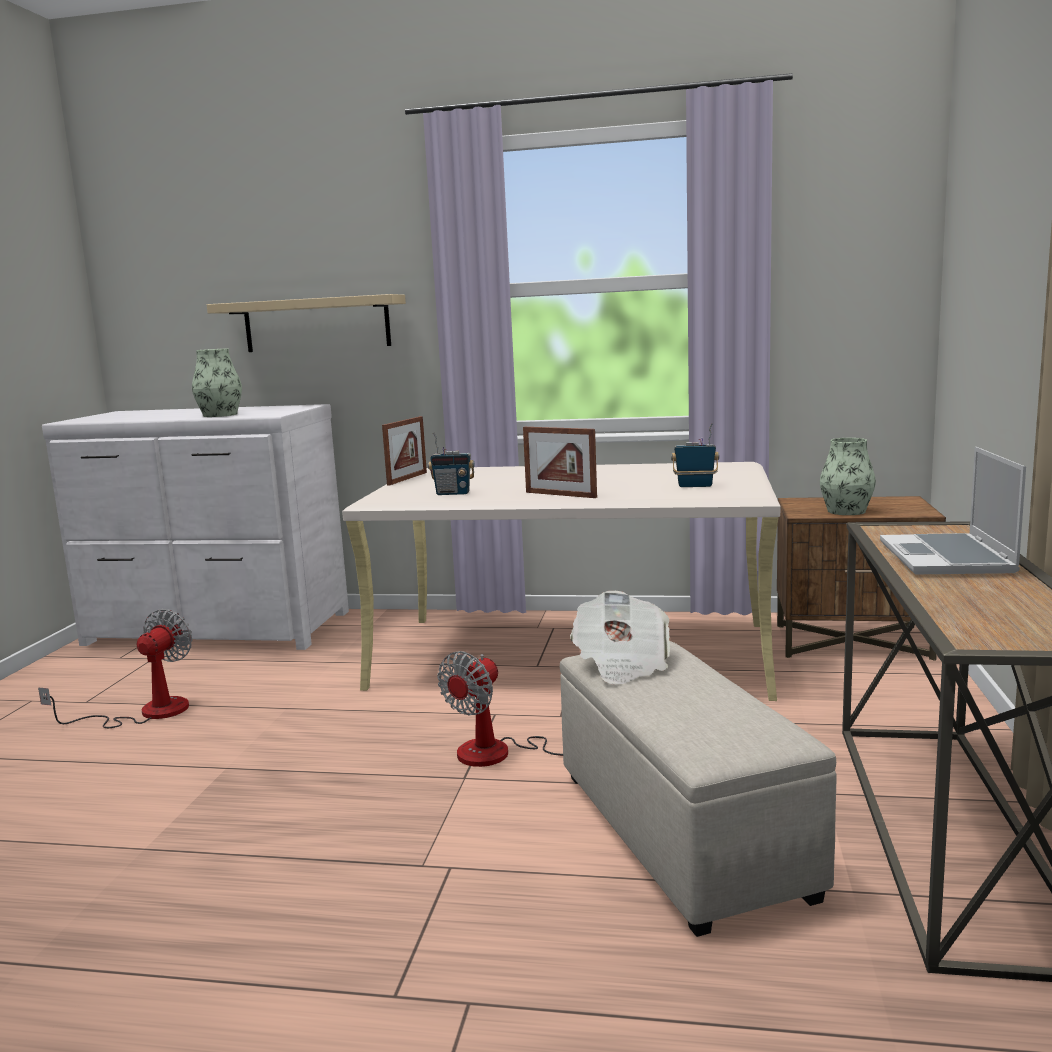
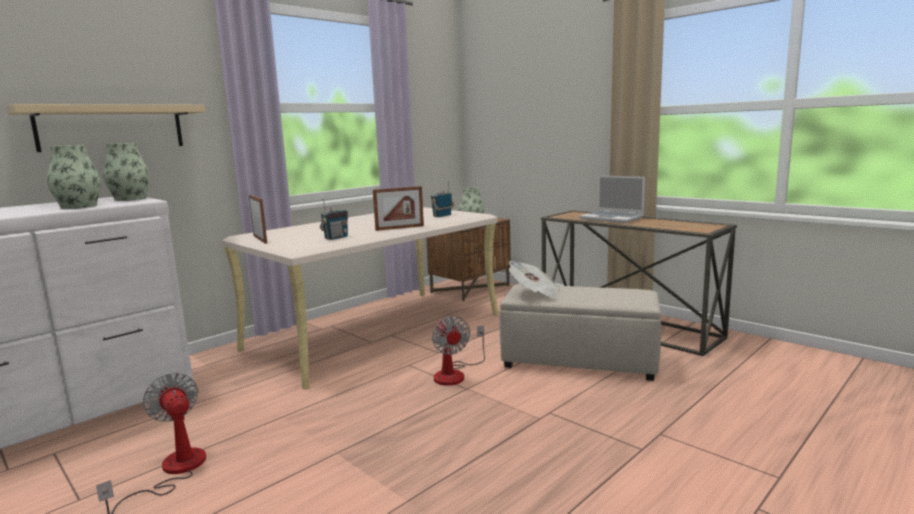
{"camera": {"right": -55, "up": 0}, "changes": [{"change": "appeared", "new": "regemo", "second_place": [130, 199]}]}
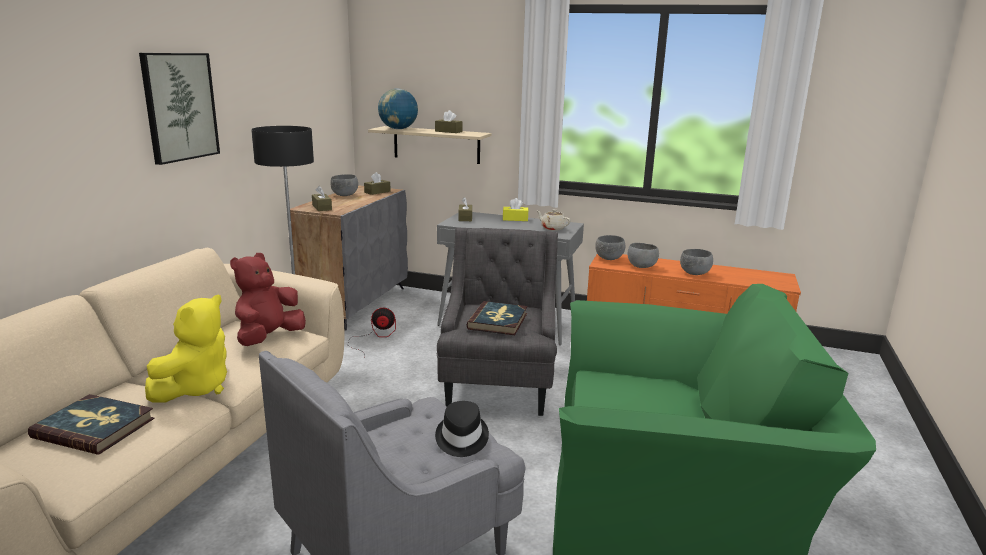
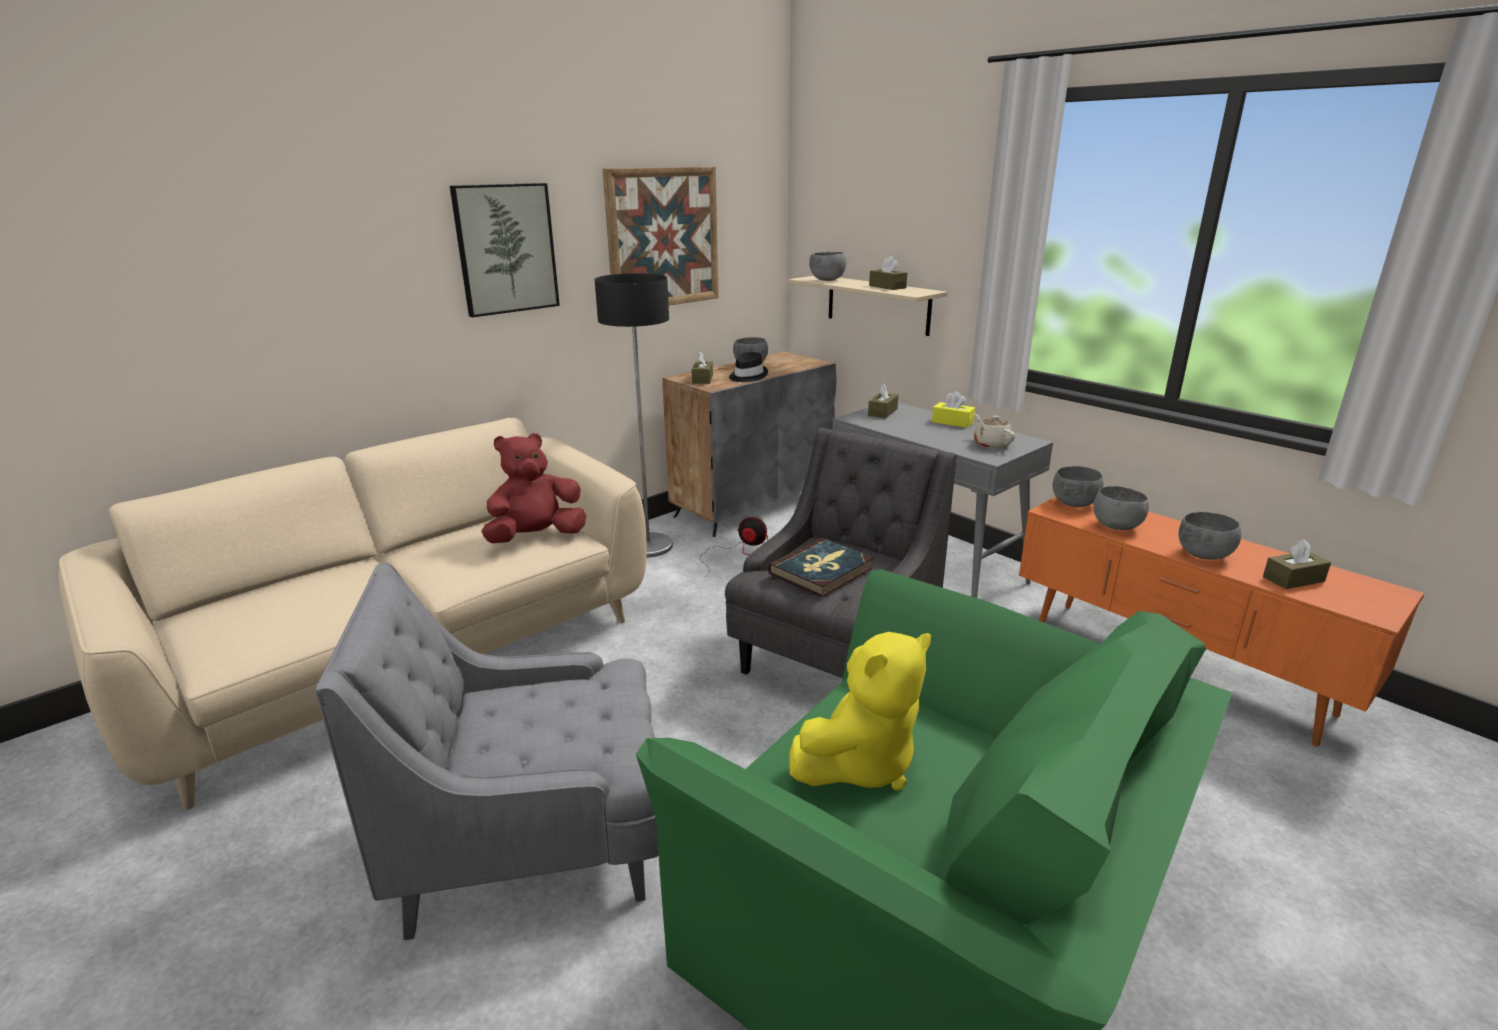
{"camera": {"right": 30, "up": 5}, "changes": [{"change": "appeared", "new": "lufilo", "second_place": [663, 238]}, {"change": "relocated", "old": "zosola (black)", "first_place": [461, 438], "second_place": [747, 376]}, {"change": "relocated", "old": "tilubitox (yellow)", "first_place": [196, 388], "second_place": [861, 763]}, {"change": "exchanged", "old": "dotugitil", "new": "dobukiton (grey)", "first_place": [398, 129], "second_place": [826, 280]}, {"change": "relocated", "old": "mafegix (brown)", "first_place": [377, 192], "second_place": [1293, 579]}, {"change": "missing", "old": "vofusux", "first_place": [95, 428]}]}
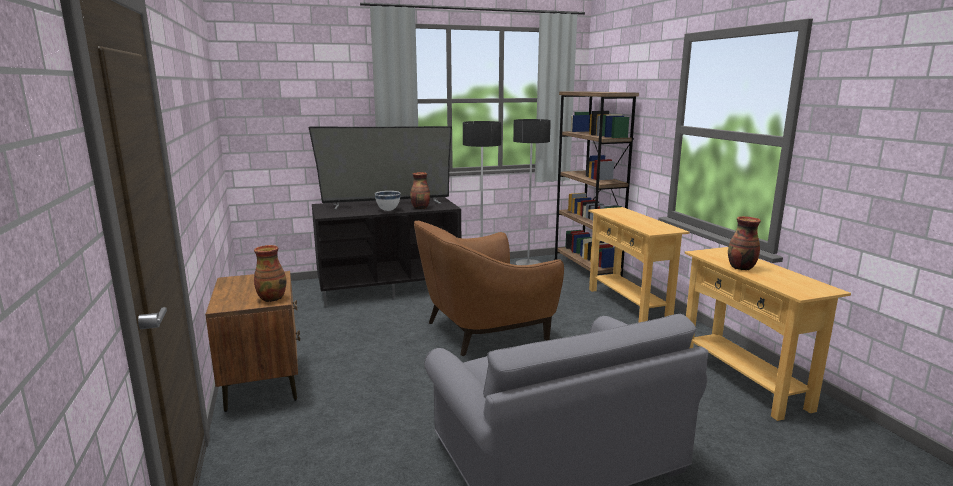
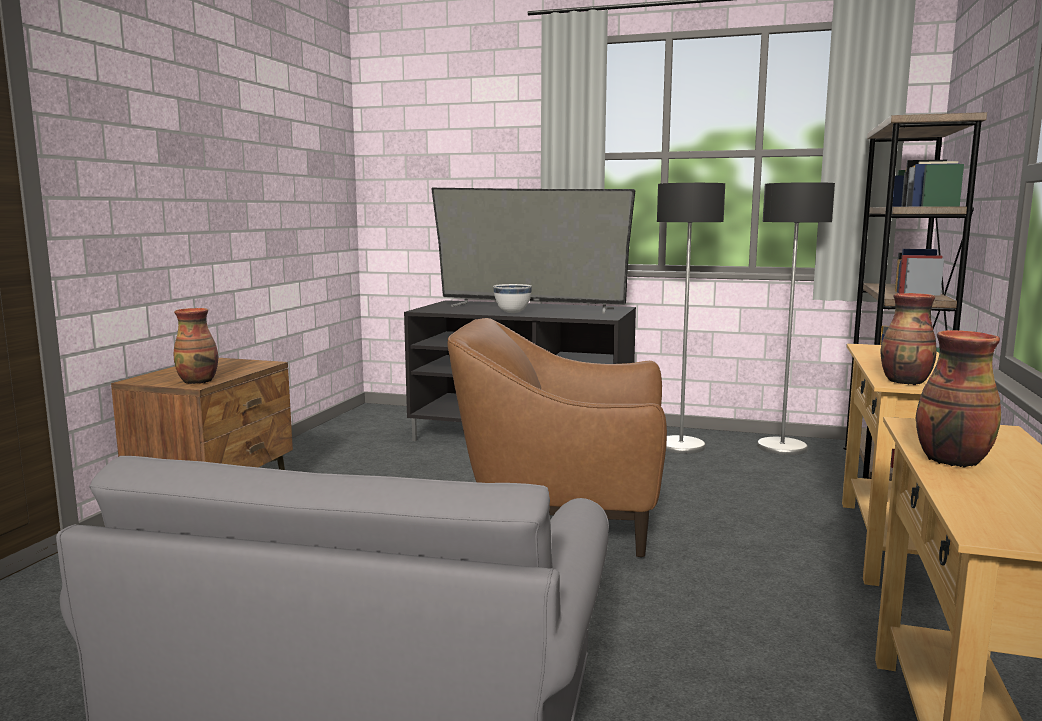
{"camera": {"right": 35, "up": -5}, "changes": [{"change": "relocated", "old": "regemo", "first_place": [420, 208], "second_place": [906, 382]}]}
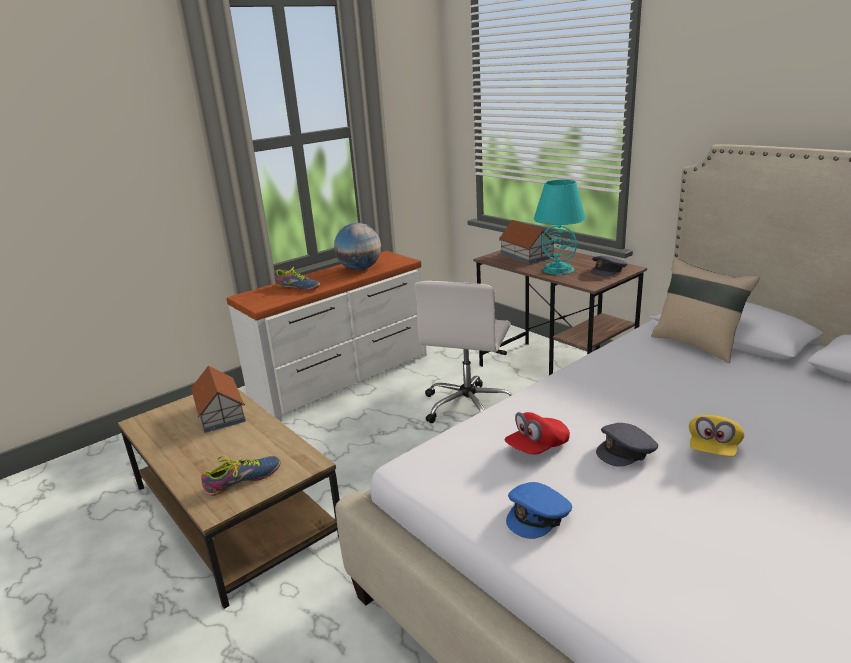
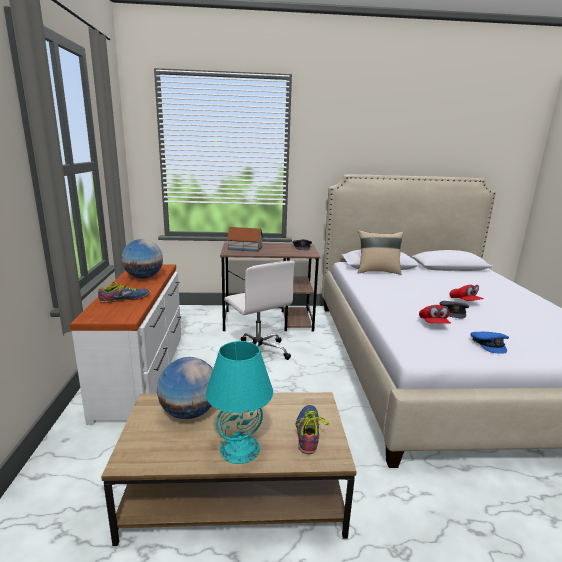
{"camera": {"right": -55, "up": -5}, "changes": [{"change": "exchanged", "old": "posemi", "new": "dotugitil", "first_place": [220, 412], "second_place": [189, 412]}, {"change": "relocated", "old": "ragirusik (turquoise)", "first_place": [558, 269], "second_place": [240, 448]}, {"change": "colour", "old": "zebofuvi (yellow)", "new": "zebofuvi (red)", "first_place": [713, 449], "second_place": [465, 301]}]}
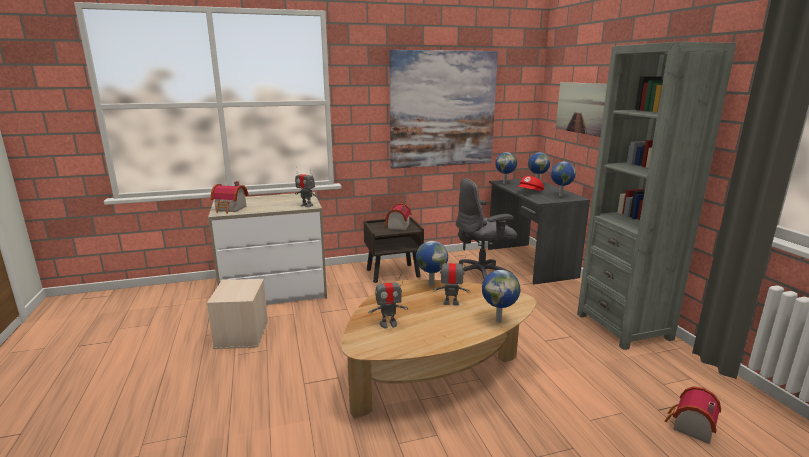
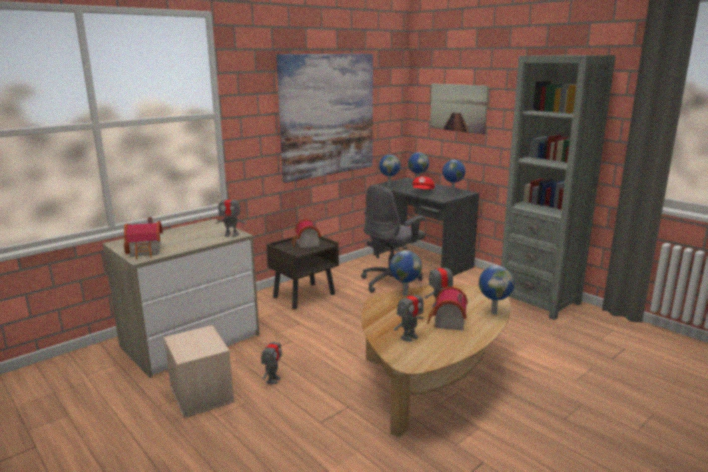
{"camera": {"right": -25, "up": 0}, "changes": [{"change": "appeared", "new": "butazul", "second_place": [273, 380]}, {"change": "relocated", "old": "posemi", "first_place": [690, 427], "second_place": [447, 322]}]}
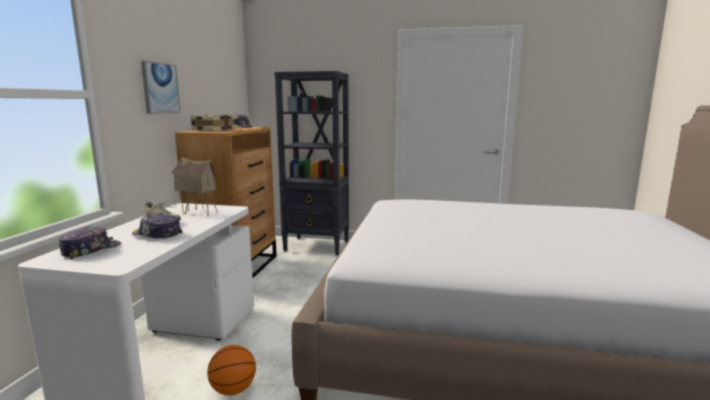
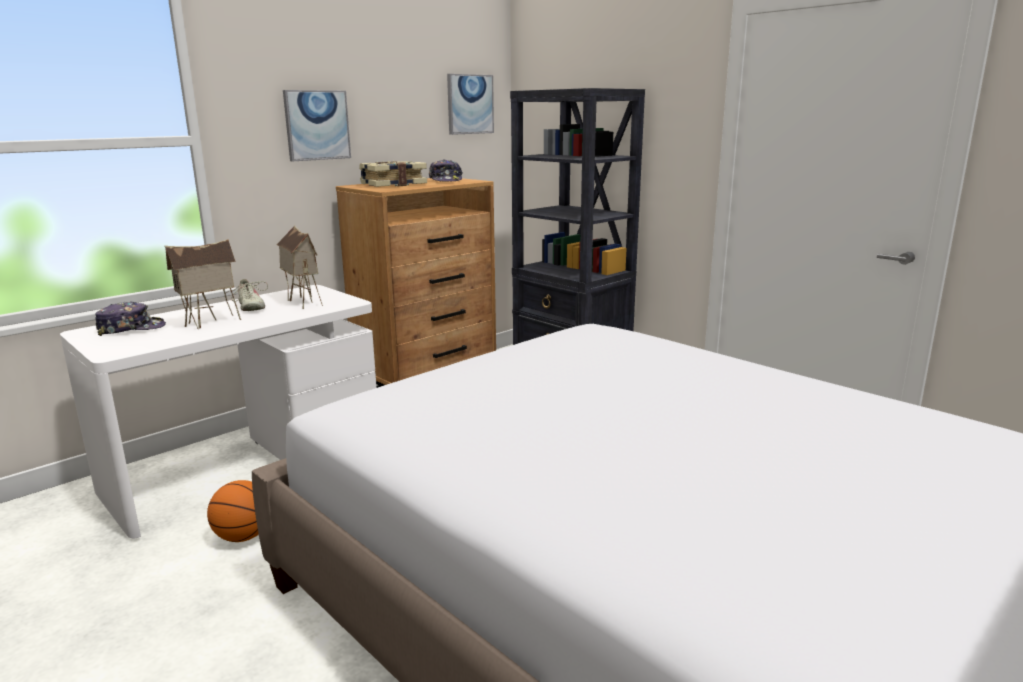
{"camera": {"right": 35, "up": 5}, "changes": [{"change": "exchanged", "old": "zebofuvi", "new": "posemi", "first_place": [157, 235], "second_place": [211, 323]}, {"change": "appeared", "new": "lufilo", "second_place": [470, 104]}]}
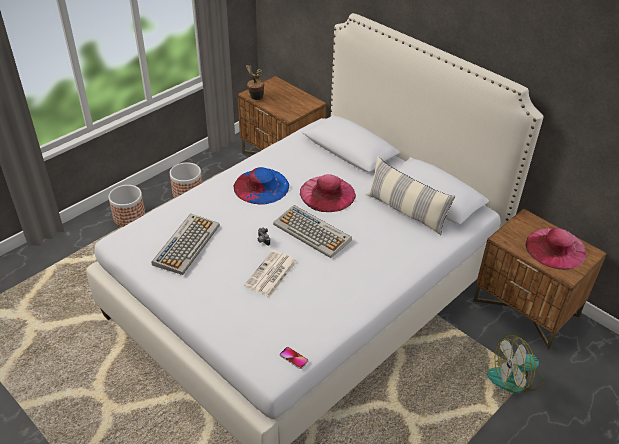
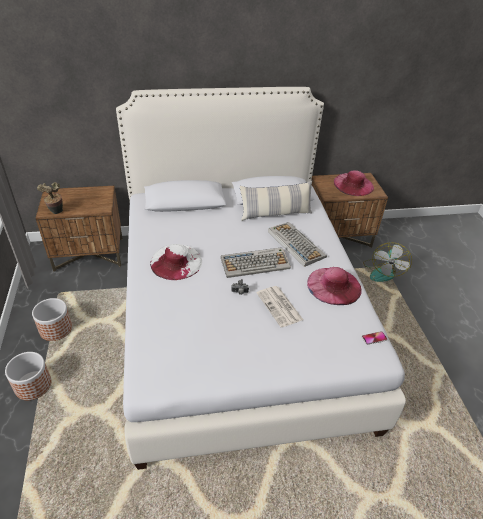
{"camera": {"right": -55, "up": 0}, "changes": [{"change": "colour", "old": "zosola (blue)", "new": "zosola (white)", "first_place": [261, 186], "second_place": [176, 261]}, {"change": "relocated", "old": "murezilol", "first_place": [186, 244], "second_place": [295, 244]}, {"change": "relocated", "old": "zosola (pink)", "first_place": [327, 193], "second_place": [334, 285]}]}
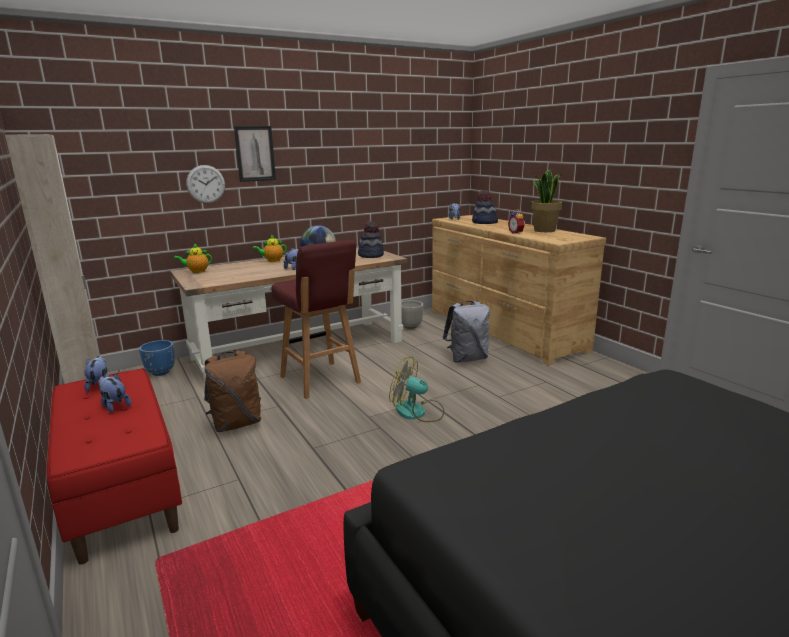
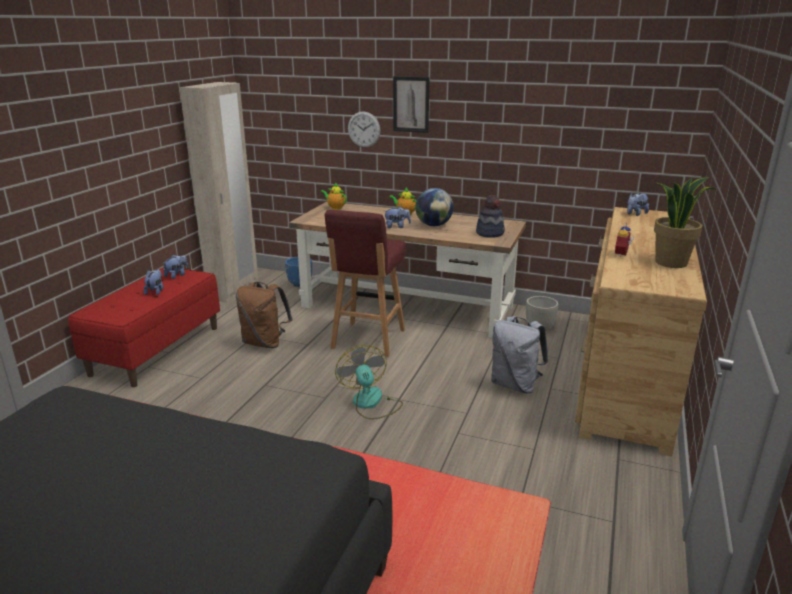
{"camera": {"right": 50, "up": 5}, "changes": [{"change": "missing", "old": "zosola", "first_place": [484, 223]}]}
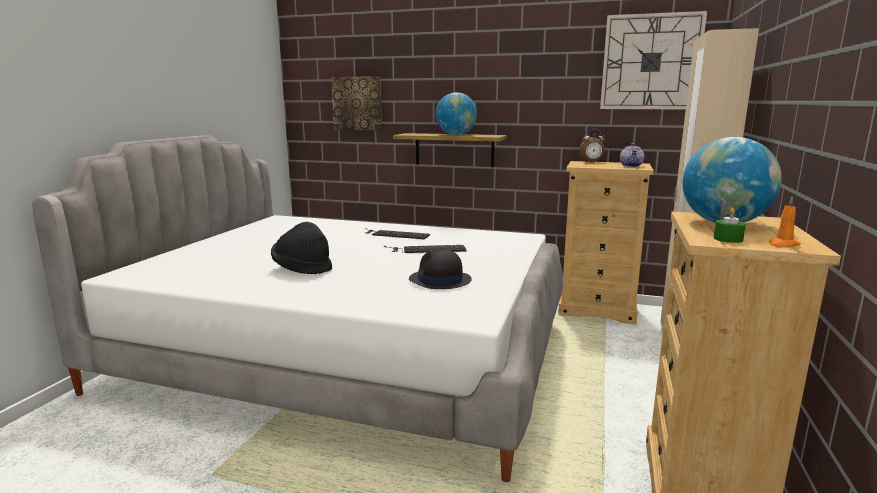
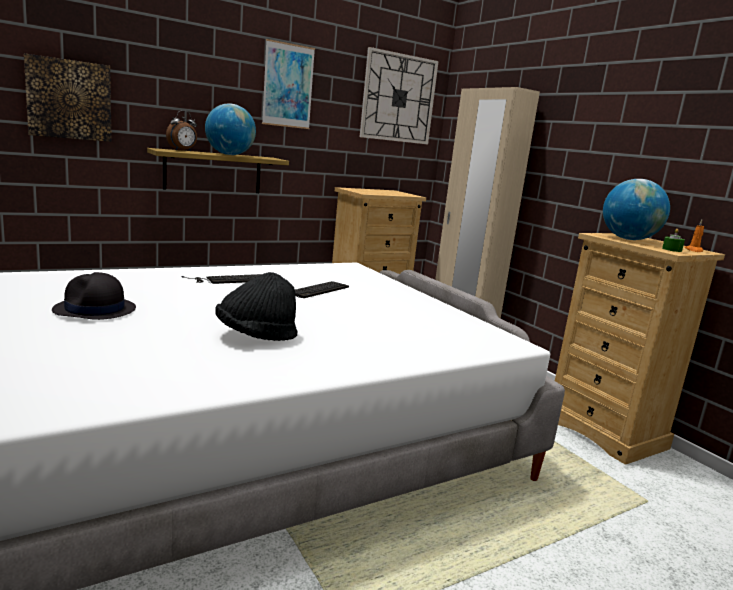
{"camera": {"right": -50, "up": 0}, "changes": [{"change": "relocated", "old": "zosola (black)", "first_place": [439, 280], "second_place": [95, 310]}, {"change": "relocated", "old": "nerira", "first_place": [591, 162], "second_place": [182, 150]}, {"change": "appeared", "new": "lufilo", "second_place": [288, 86]}, {"change": "missing", "old": "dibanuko", "first_place": [631, 166]}]}
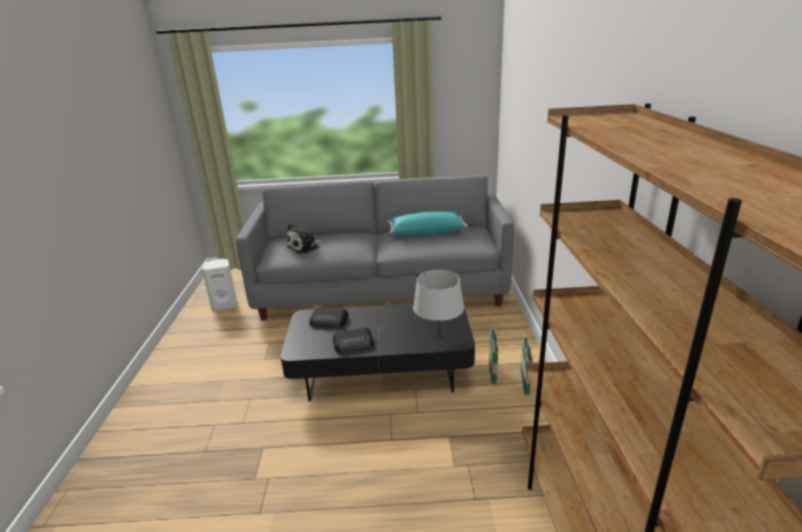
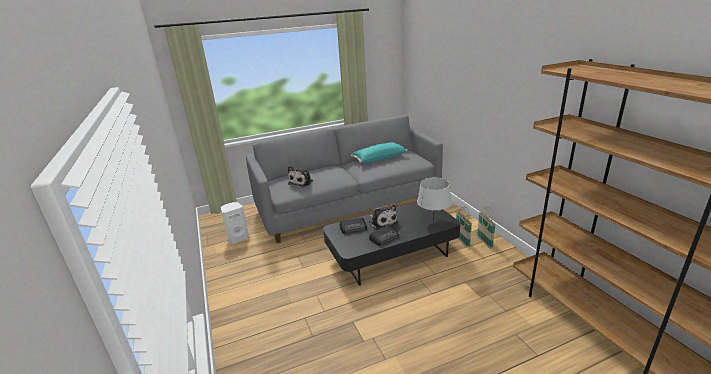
{"camera": {"right": -20, "up": 0}, "changes": [{"change": "appeared", "new": "tilubitox", "second_place": [382, 222]}]}
